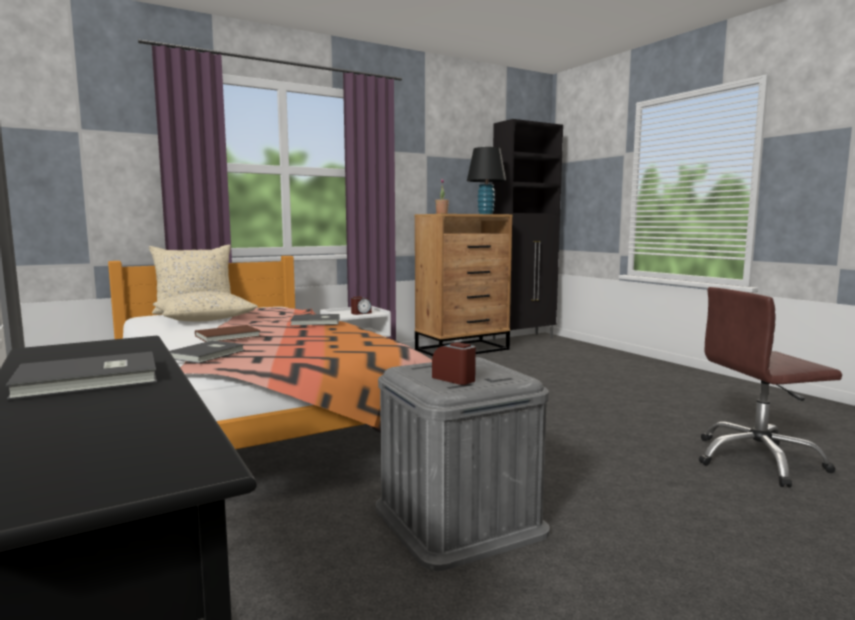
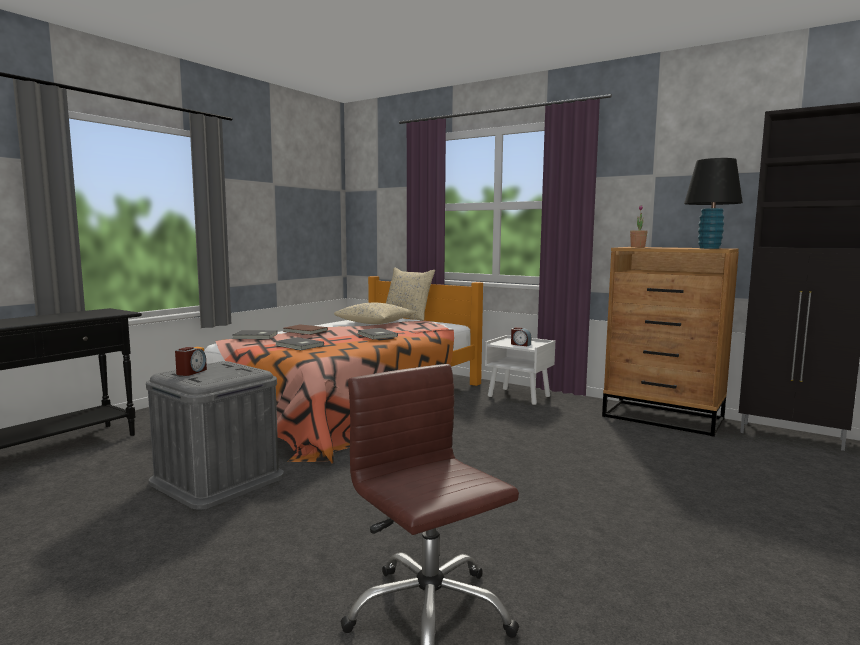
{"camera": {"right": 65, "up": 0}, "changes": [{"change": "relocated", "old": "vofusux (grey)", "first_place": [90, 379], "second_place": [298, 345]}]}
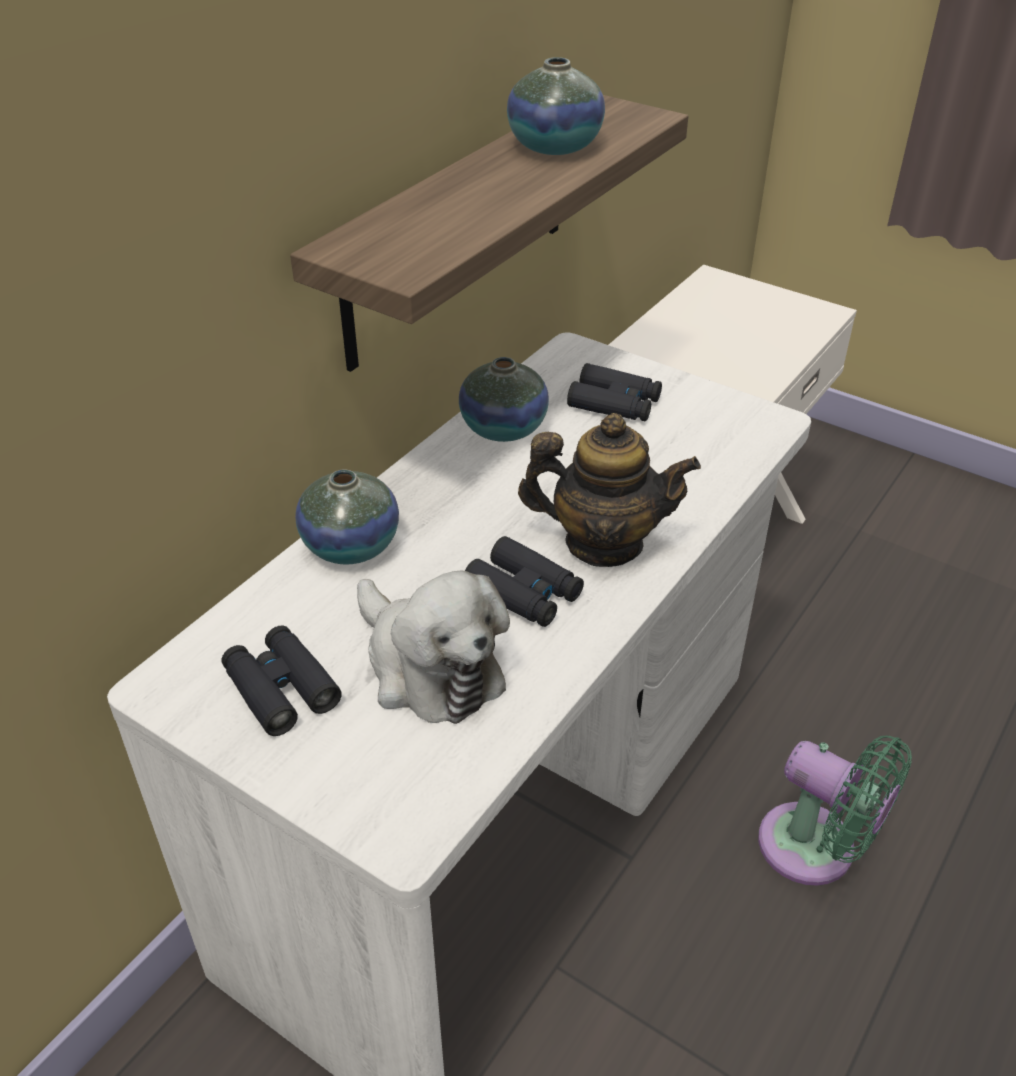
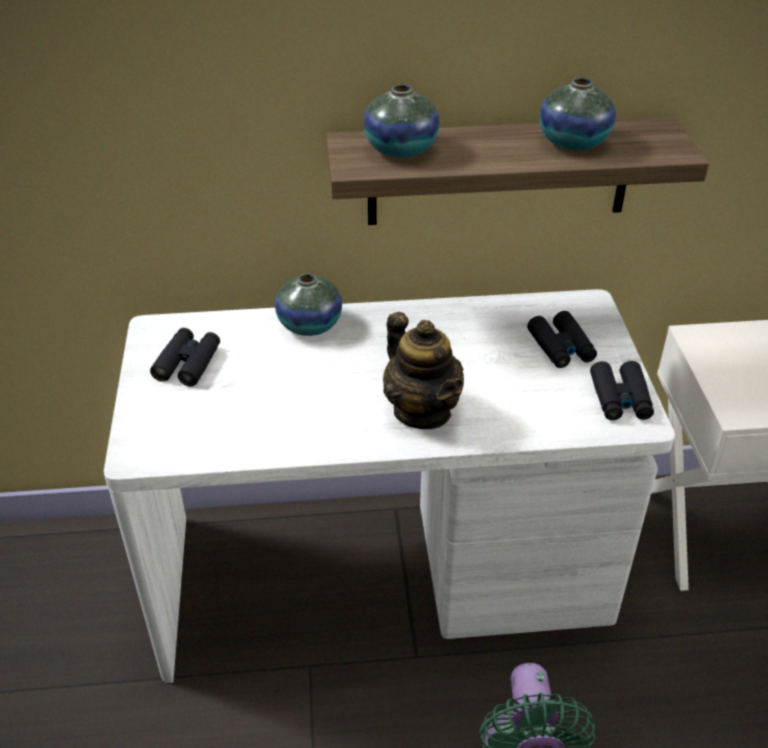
{"camera": {"right": 50, "up": 0}, "changes": [{"change": "relocated", "old": "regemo", "first_place": [503, 428], "second_place": [401, 149]}, {"change": "relocated", "old": "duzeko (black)", "first_place": [524, 593], "second_place": [620, 398]}, {"change": "missing", "old": "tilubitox", "first_place": [429, 667]}]}
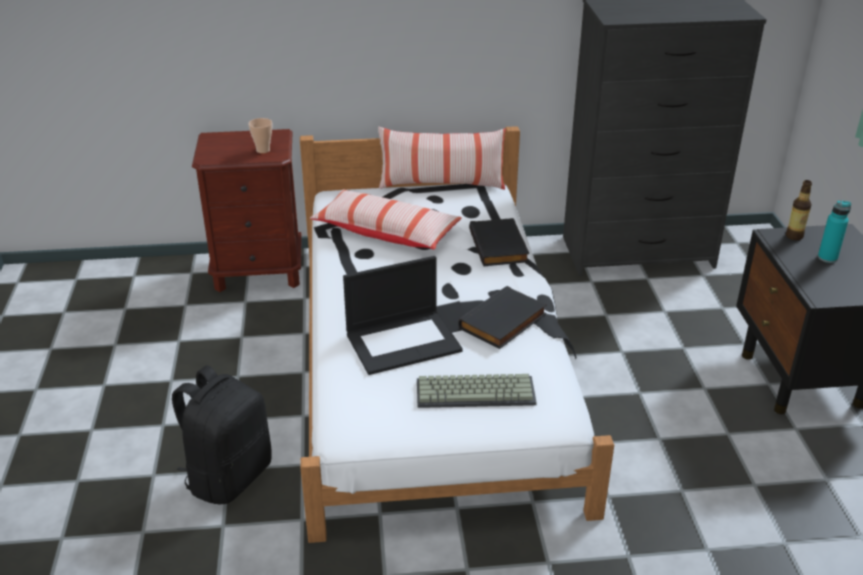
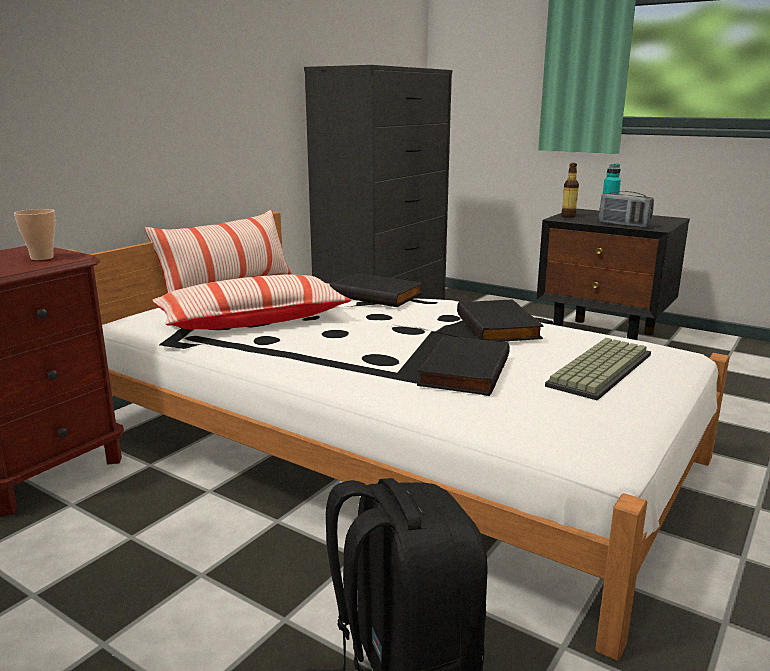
{"camera": {"right": -50, "up": -15}, "changes": [{"change": "exchanged", "old": "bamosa", "new": "vofusux (black)", "first_place": [404, 341], "second_place": [462, 370]}, {"change": "appeared", "new": "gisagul", "second_place": [623, 225]}]}
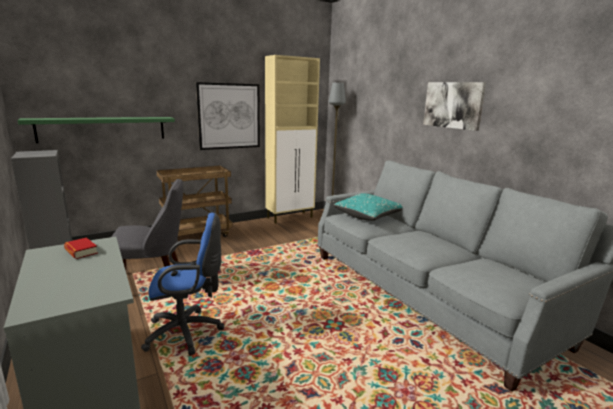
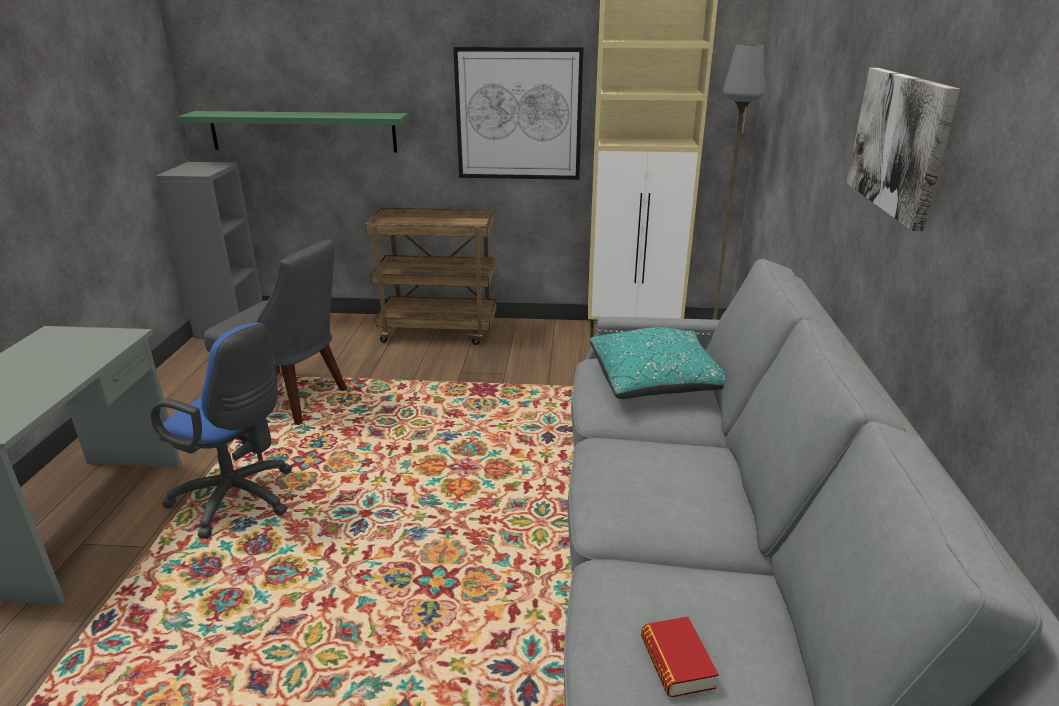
{"camera": {"right": 35, "up": 10}, "changes": [{"change": "relocated", "old": "vofusux", "first_place": [81, 251], "second_place": [677, 662]}]}
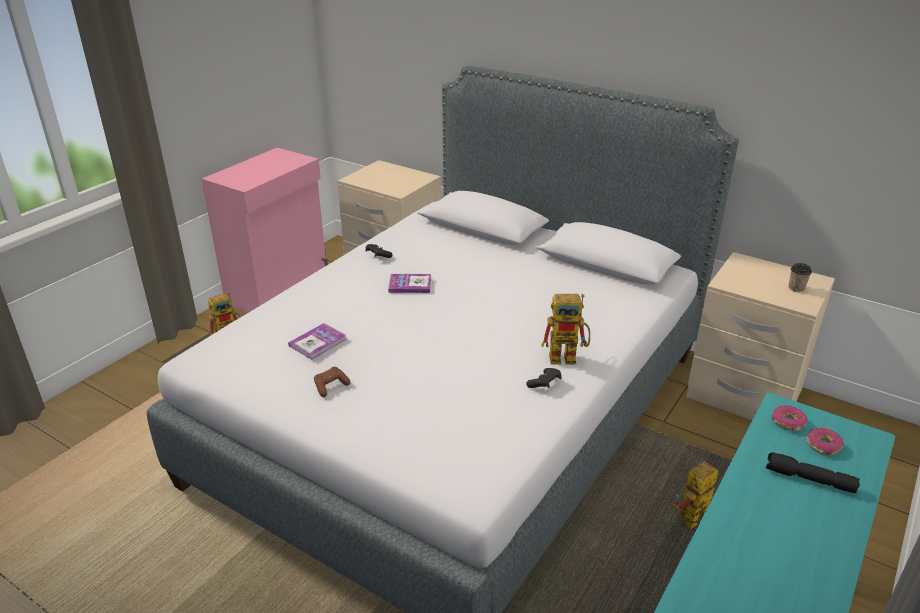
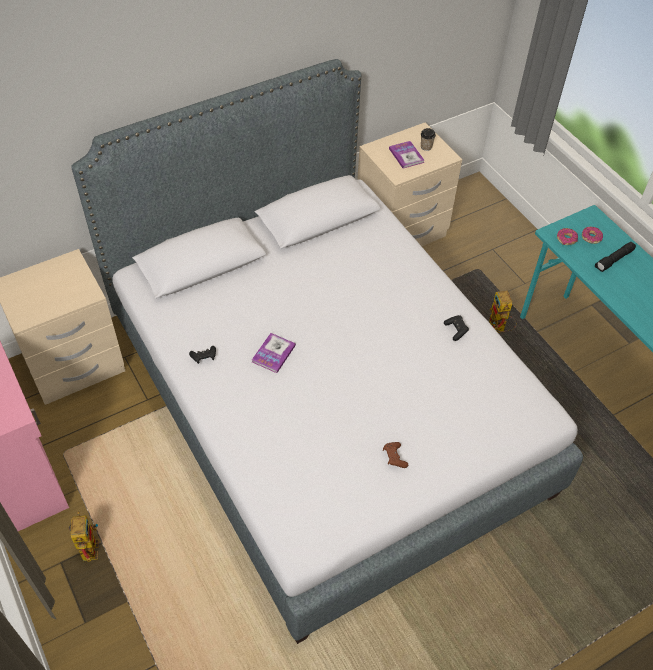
{"camera": {"right": -65, "up": 20}, "changes": [{"change": "relocated", "old": "vofusux", "first_place": [318, 342], "second_place": [406, 155]}, {"change": "missing", "old": "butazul", "first_place": [568, 357]}]}
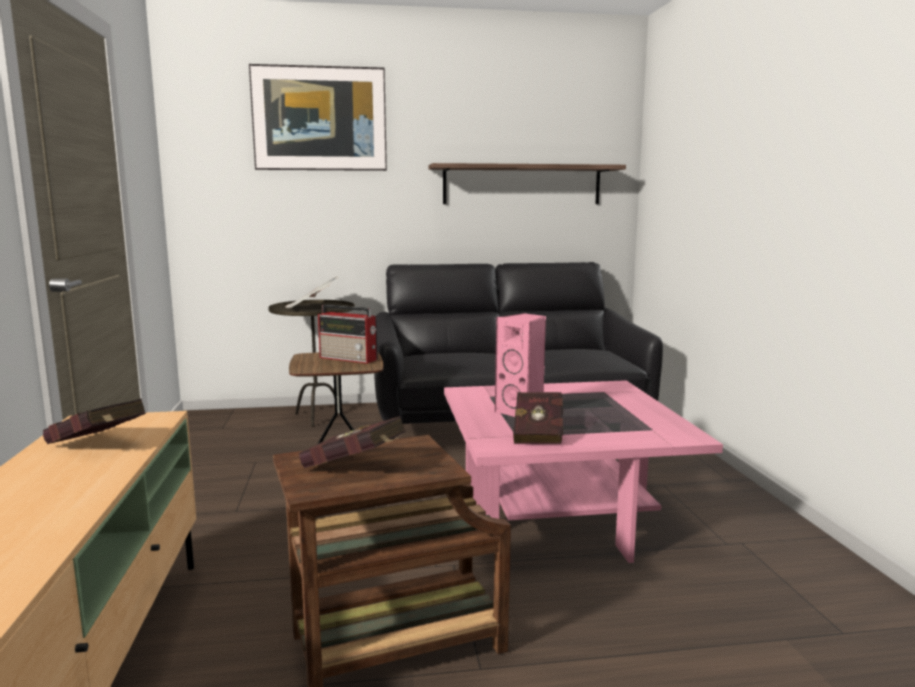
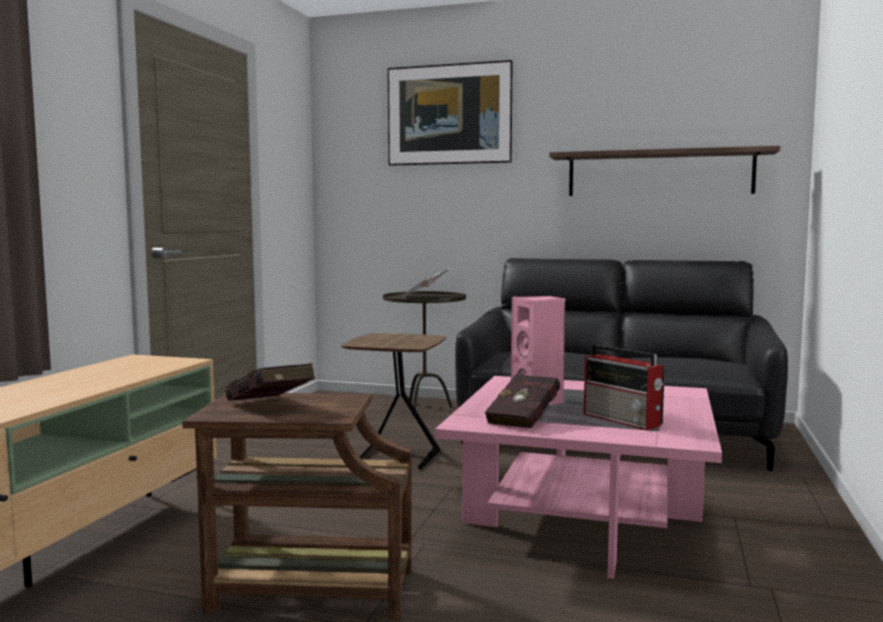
{"camera": {"right": 25, "up": -5}, "changes": [{"change": "relocated", "old": "gisagul", "first_place": [349, 358], "second_place": [623, 420]}, {"change": "missing", "old": "vofusux (red)", "first_place": [98, 446]}]}
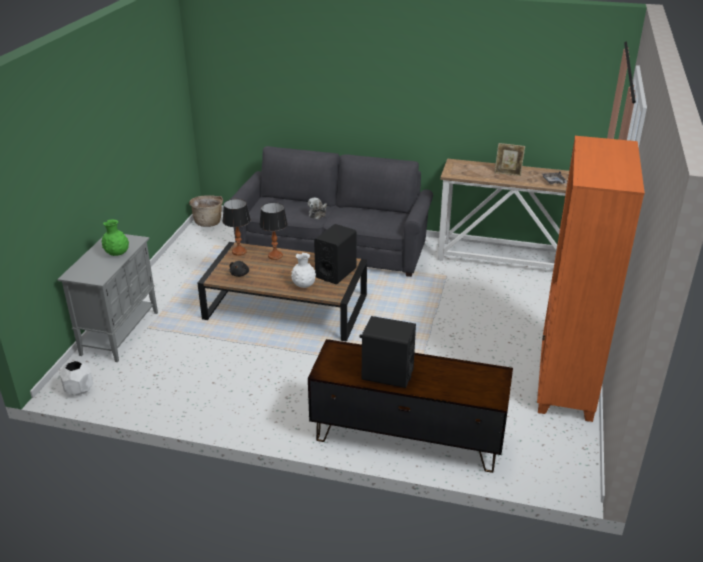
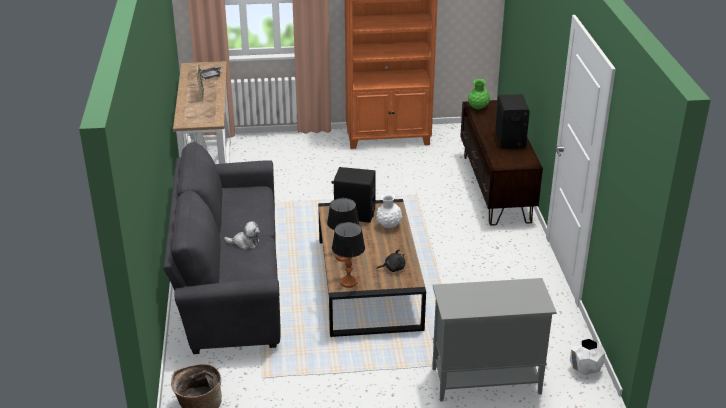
{"camera": {"right": -110, "up": 0}, "changes": [{"change": "relocated", "old": "regemo (green)", "first_place": [117, 254], "second_place": [478, 108]}]}
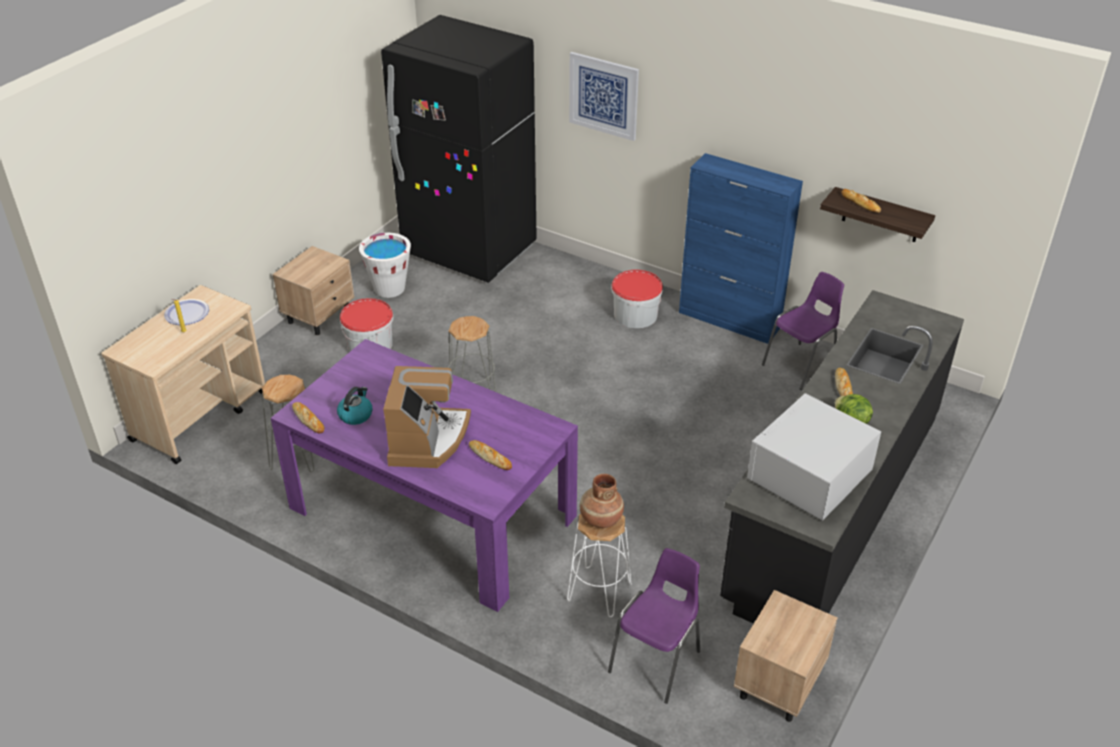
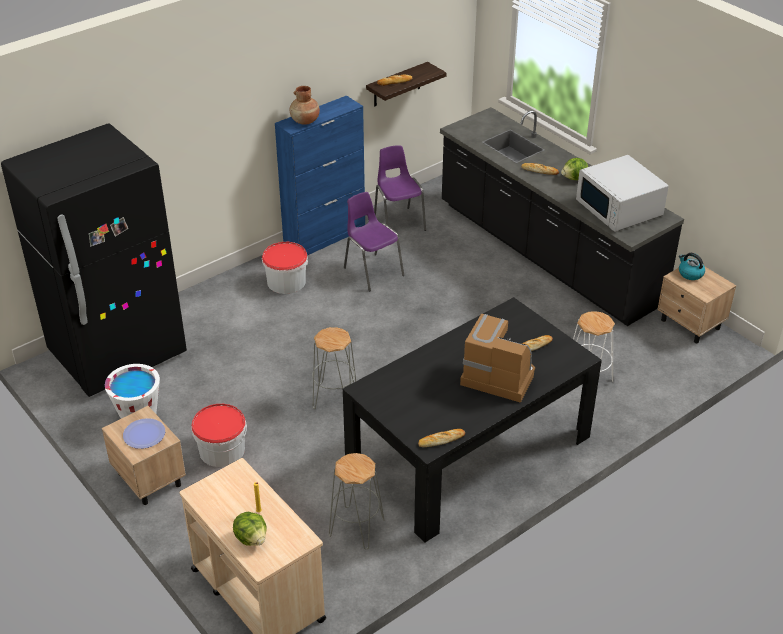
{"camera": {"right": -70, "up": 0}, "changes": [{"change": "relocated", "old": "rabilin", "first_place": [187, 313], "second_place": [144, 434]}, {"change": "appeared", "new": "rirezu", "second_place": [251, 538]}, {"change": "relocated", "old": "regemo (brown)", "first_place": [601, 519], "second_place": [305, 121]}, {"change": "colour", "old": "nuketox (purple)", "new": "nuketox (black)", "first_place": [433, 512], "second_place": [469, 451]}, {"change": "relocated", "old": "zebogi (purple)", "first_place": [657, 661], "second_place": [372, 271]}, {"change": "relocated", "old": "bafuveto", "first_place": [356, 415], "second_place": [690, 274]}, {"change": "missing", "old": "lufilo", "first_place": [603, 95]}]}
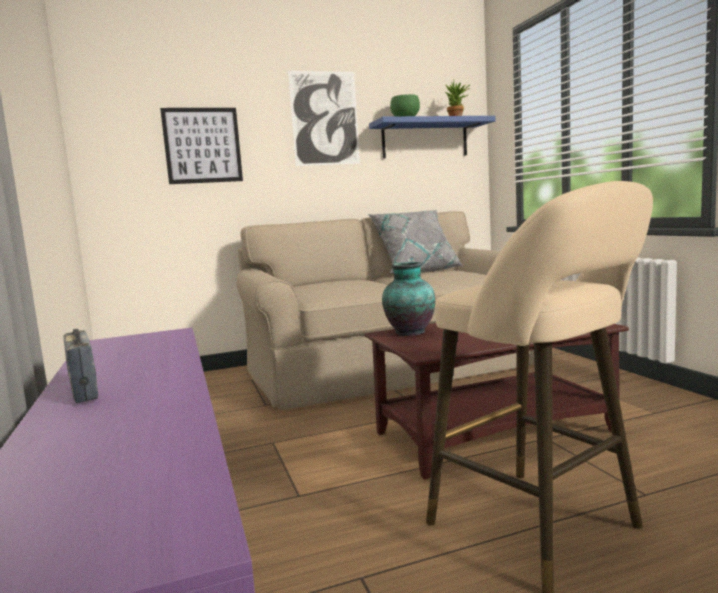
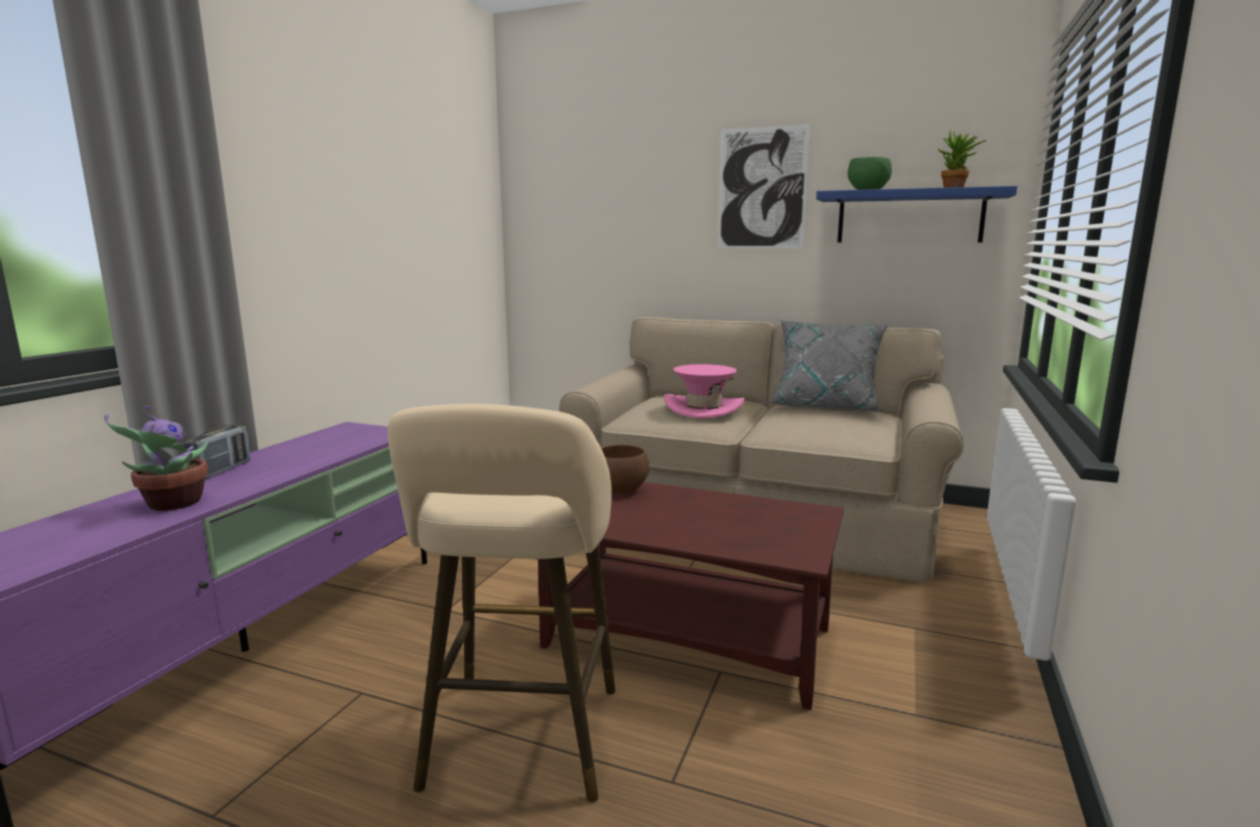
{"camera": {"right": 40, "up": 5}, "changes": [{"change": "appeared", "new": "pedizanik", "second_place": [172, 504]}, {"change": "exchanged", "old": "regemo", "new": "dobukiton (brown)", "first_place": [410, 333], "second_place": [620, 490]}, {"change": "appeared", "new": "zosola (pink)", "second_place": [704, 408]}, {"change": "missing", "old": "lufilo", "first_place": [202, 145]}]}
